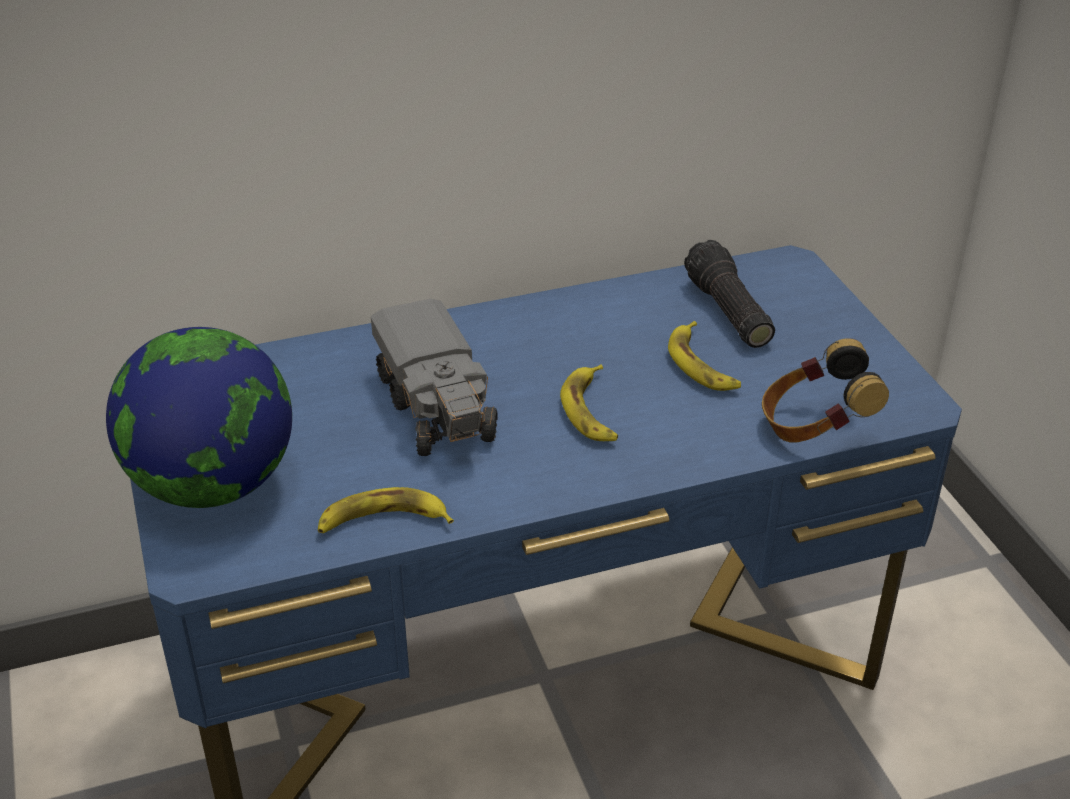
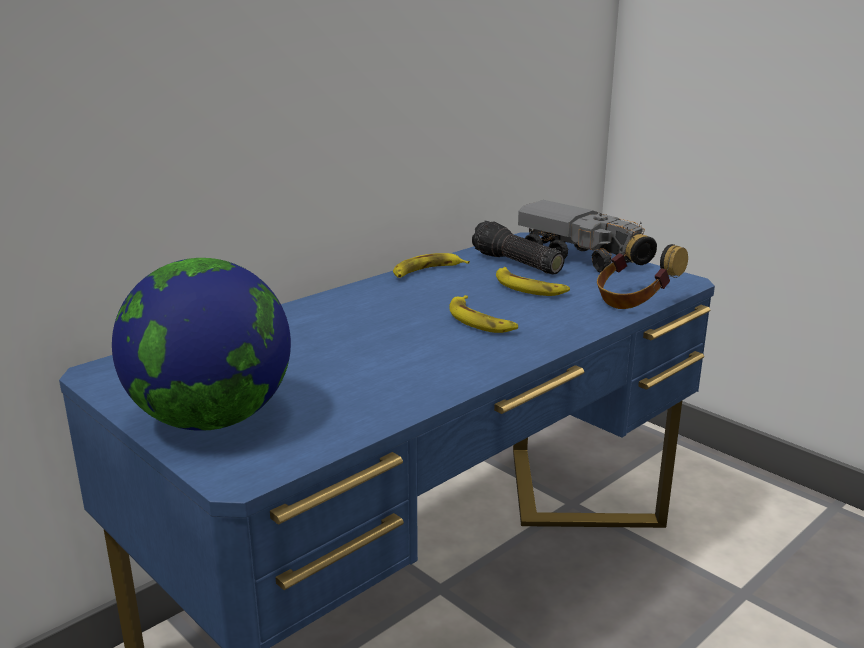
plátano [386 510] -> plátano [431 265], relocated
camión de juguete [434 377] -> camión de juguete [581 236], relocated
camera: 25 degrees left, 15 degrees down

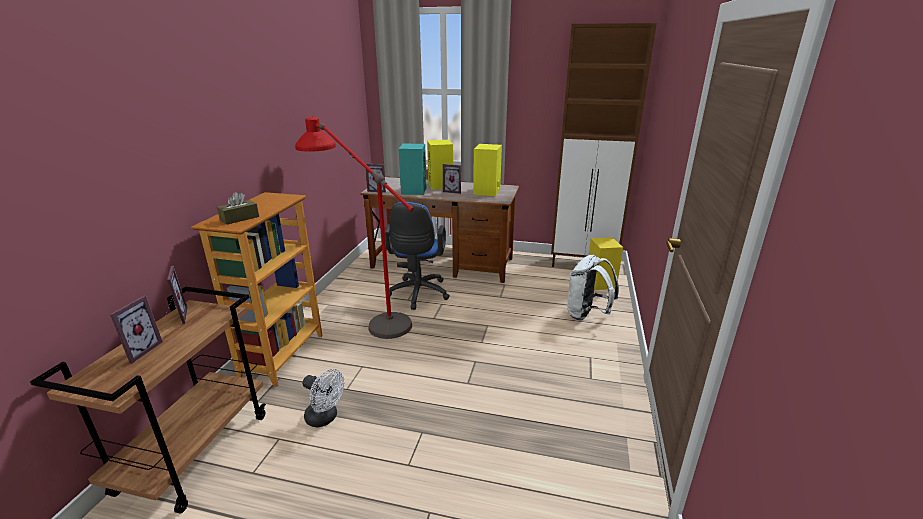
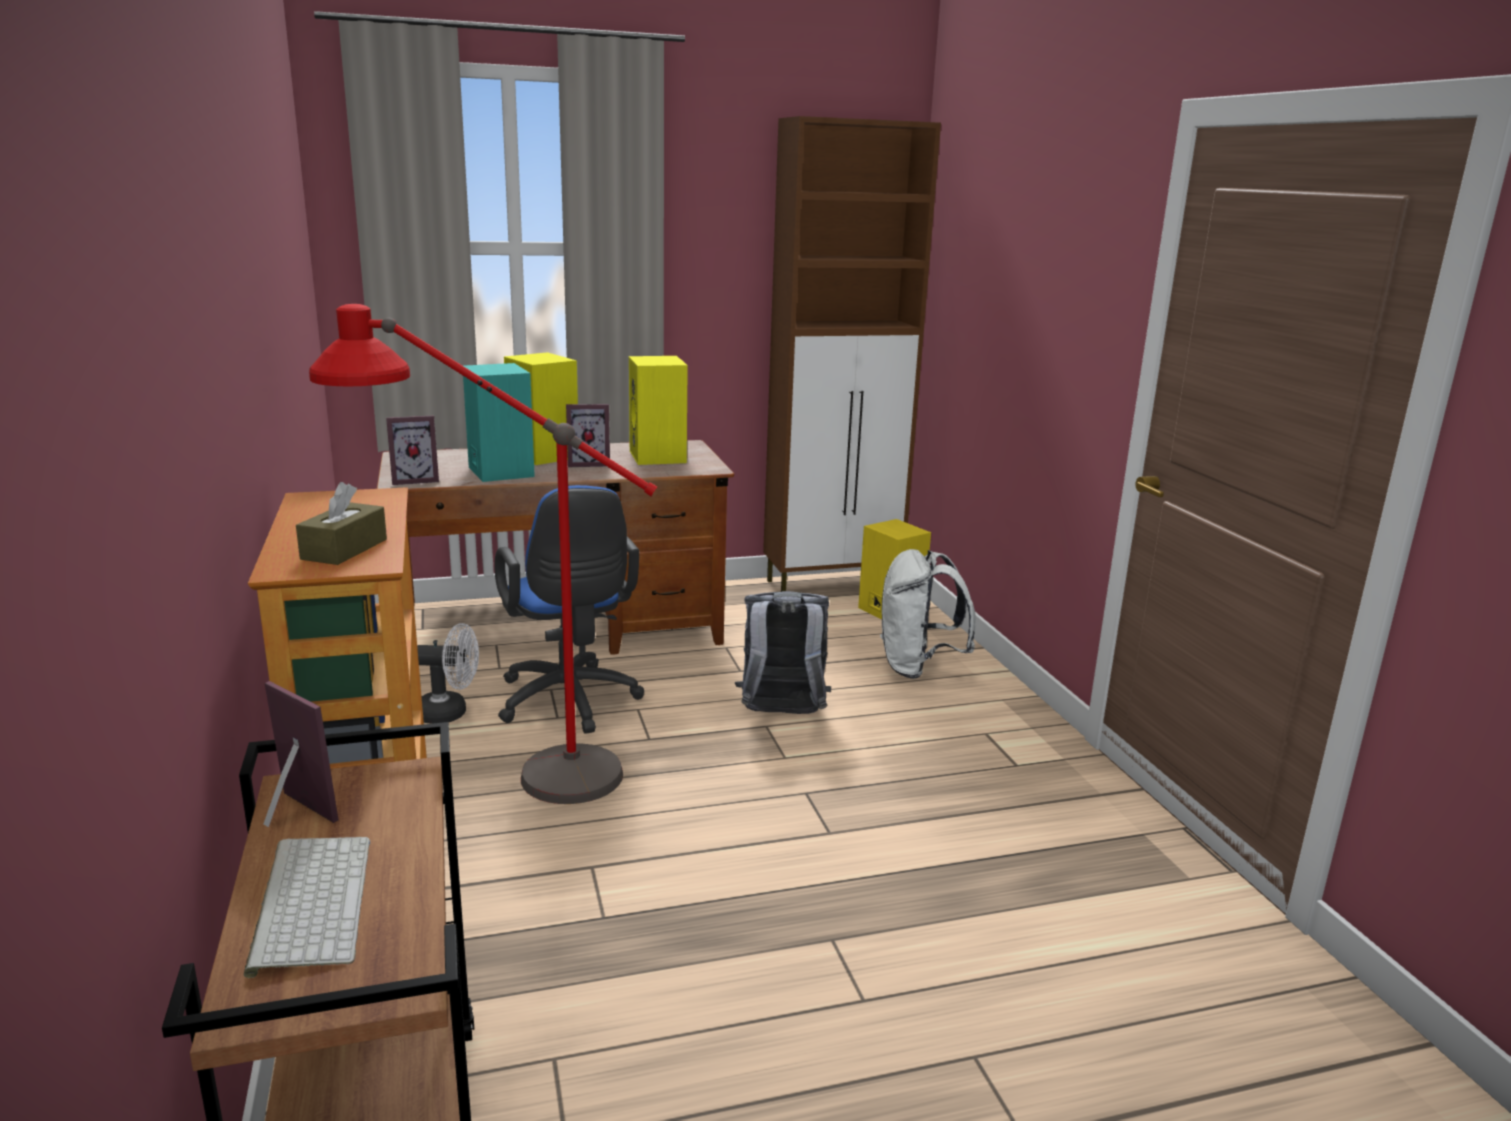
portarretratos [136 329] -> teclado [307 907]
ventilador [blanco] [323 398] -> ventilador [blanco] [448 673], relocated
none -> mochila [gris] [783 652]
camera: 30 degrees left, 5 degrees down

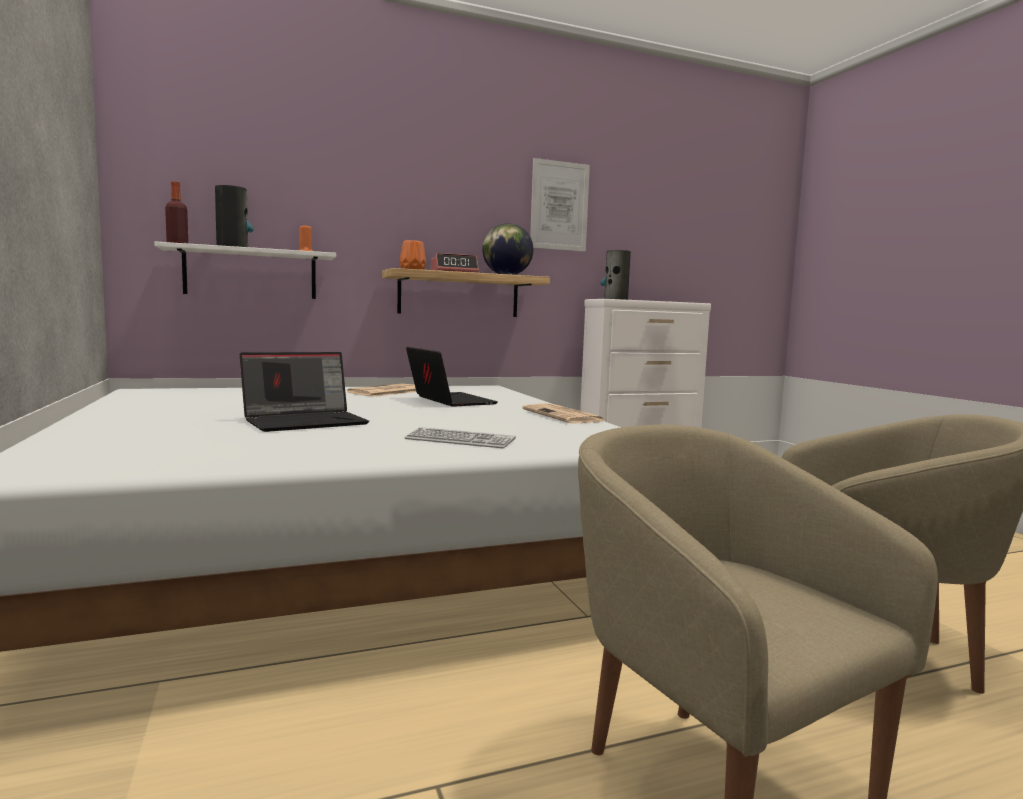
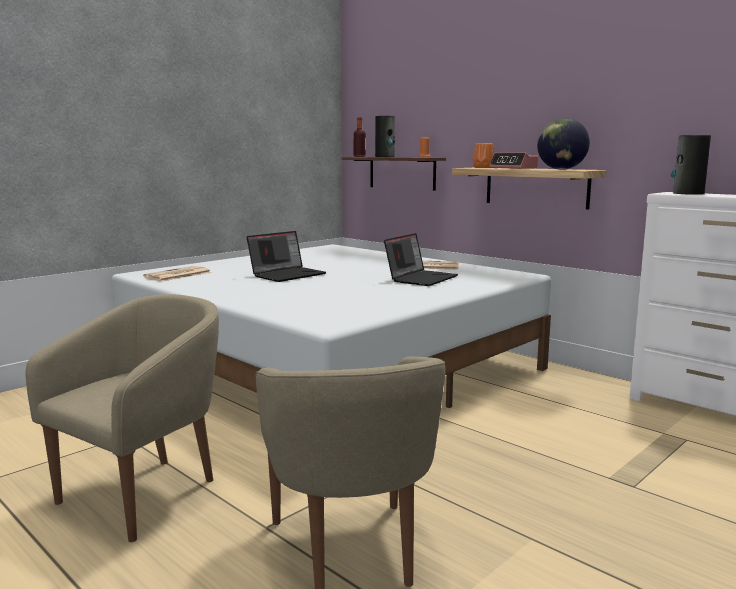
periódico [564 413] -> periódico [177 273], relocated
portátil [304 392] -> portátil [286 256], 75 degrees counterclockwise
estante [blanco] [245 270] -> estante [marrón] [394 174]
teclado [460 437] -> none
cuadro [560 205] -> none
camera: 65 degrees right, 5 degrees up

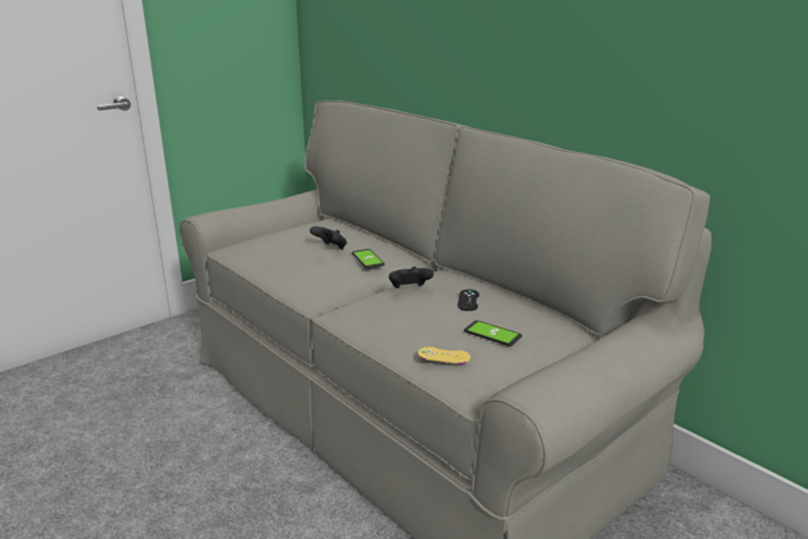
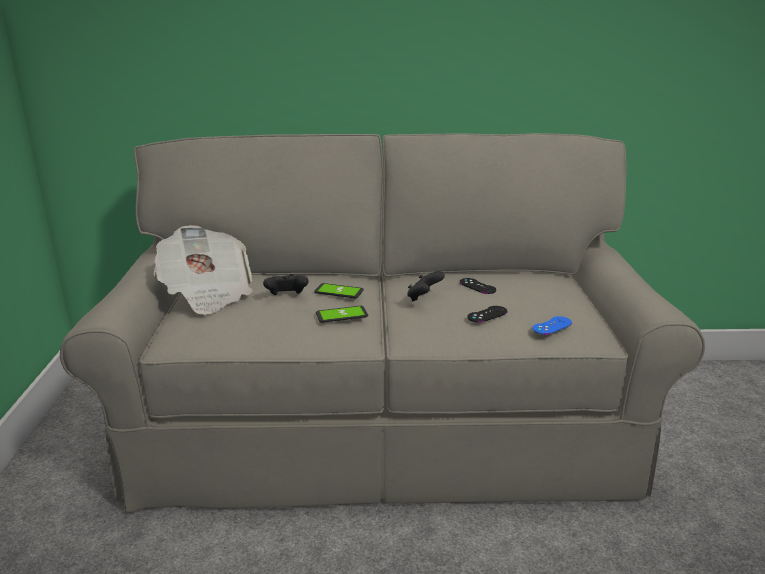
none -> periódico [203 270]
móvil [493 333] -> móvil [342 314], relocated
none -> mando de consola [negro] [487 314]
mando de consola [amarillo] [444 355] -> mando de consola [azul] [552 325]
camera: 50 degrees left, 0 degrees up

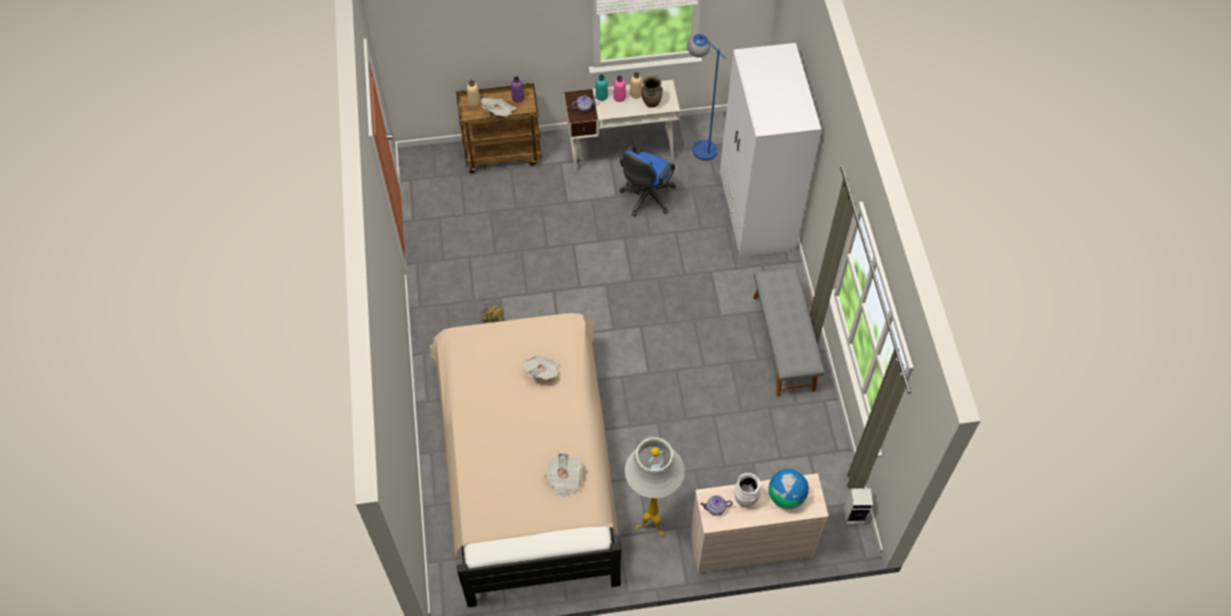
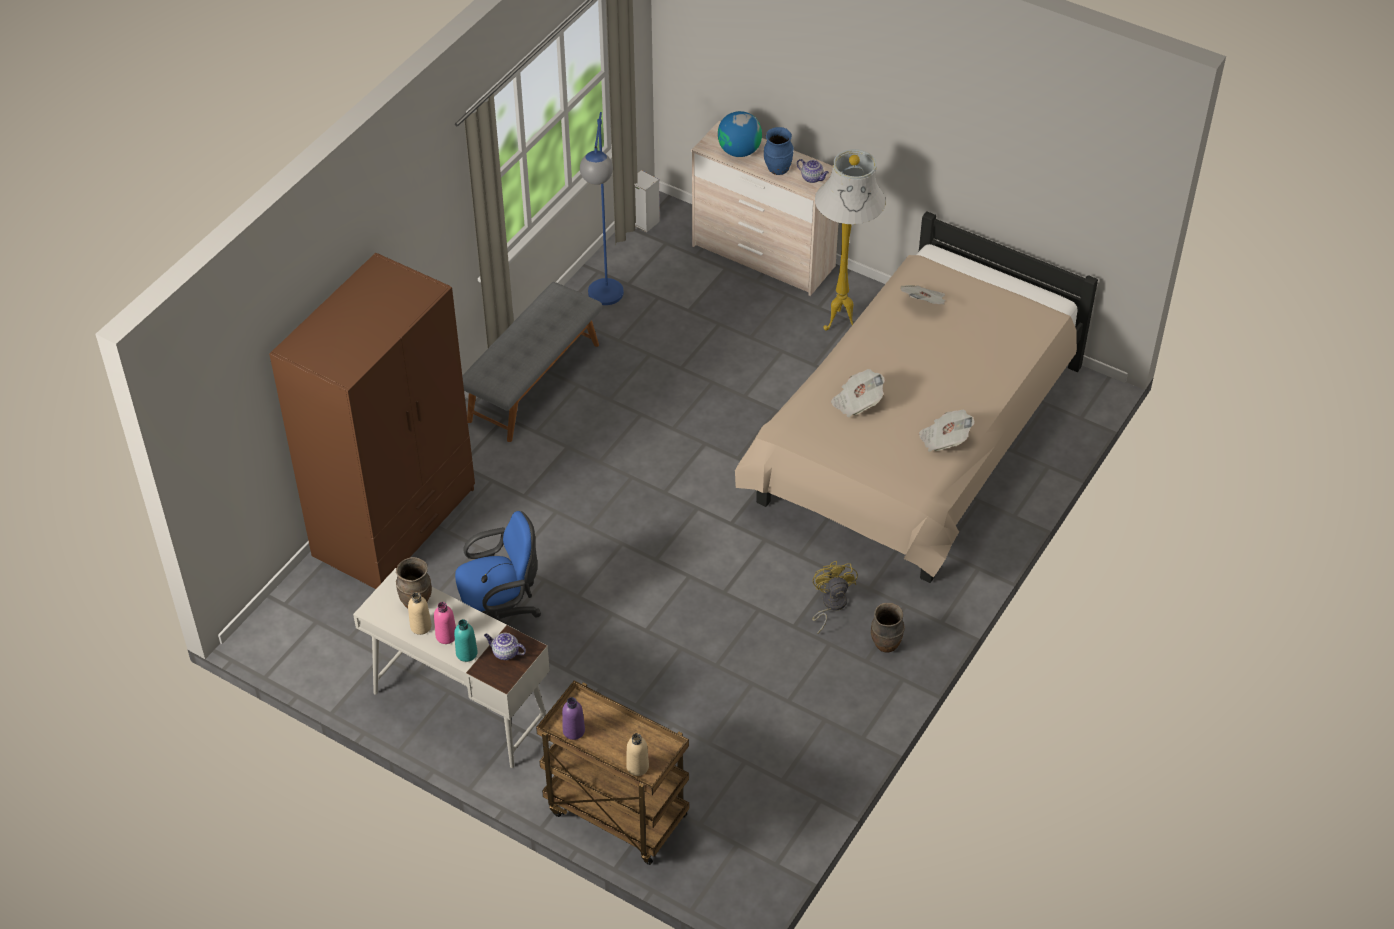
armario ropero [blanco] [770 150] -> armario ropero [marrón] [372 421]
lámpara de pie [azul] [706 97] -> lámpara de pie [azul] [602 208], relocated
florero [blanco] [747 490] -> florero [azul] [779 151]
none -> florero [marrón] [888 628]
periódico [498 107] -> periódico [947 431], relocated
camera: 140 degrees left, 10 degrees down

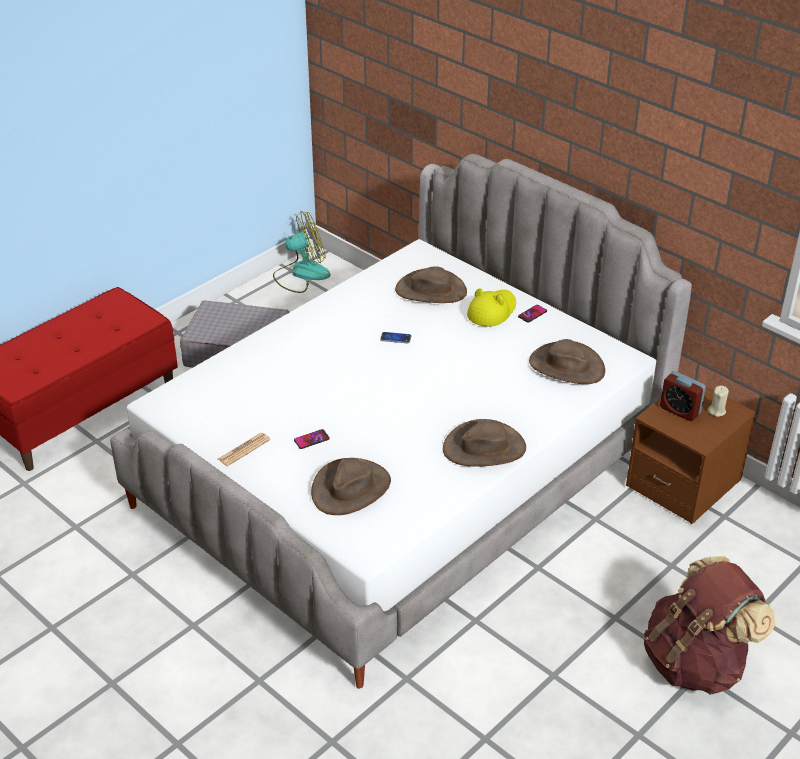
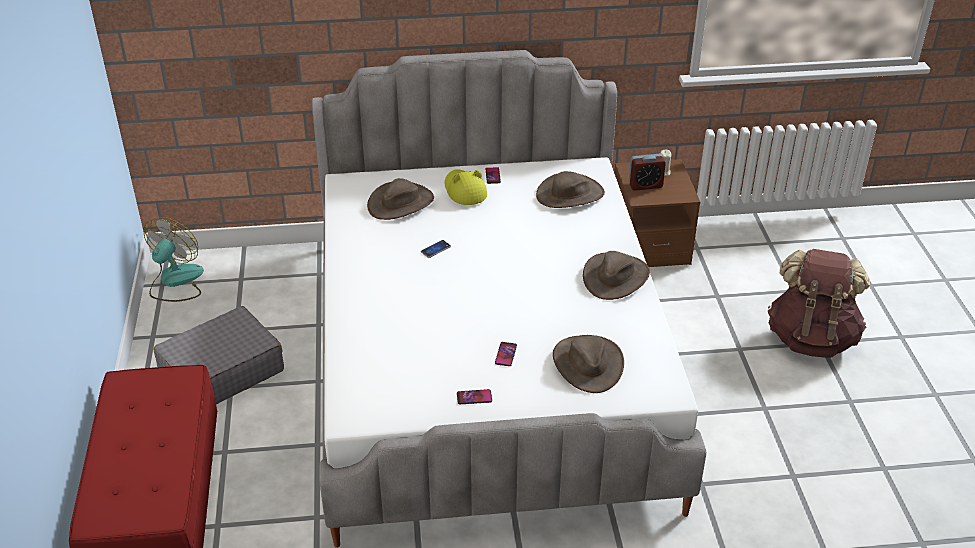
periódico [244 449] -> móvil [474 396]
camera: 50 degrees left, 0 degrees up

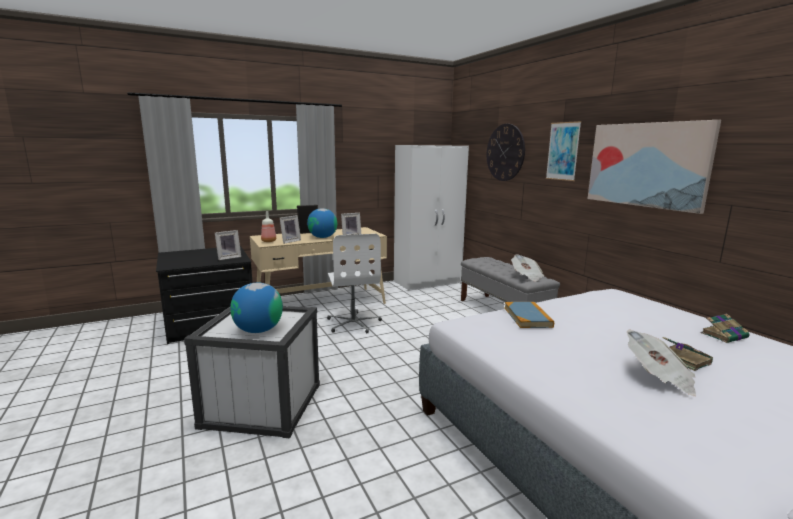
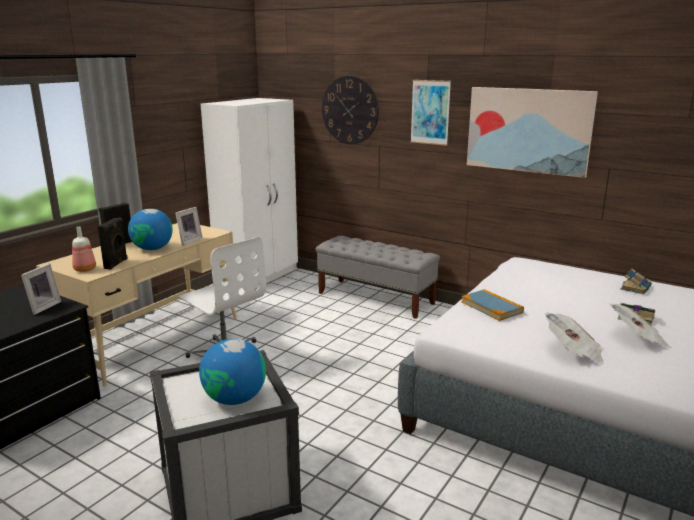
portarretratos [290 229] -> altavoz [negro] [112 244]
periódico [527 268] -> periódico [574 338], relocated
camera: 30 degrees left, 5 degrees up

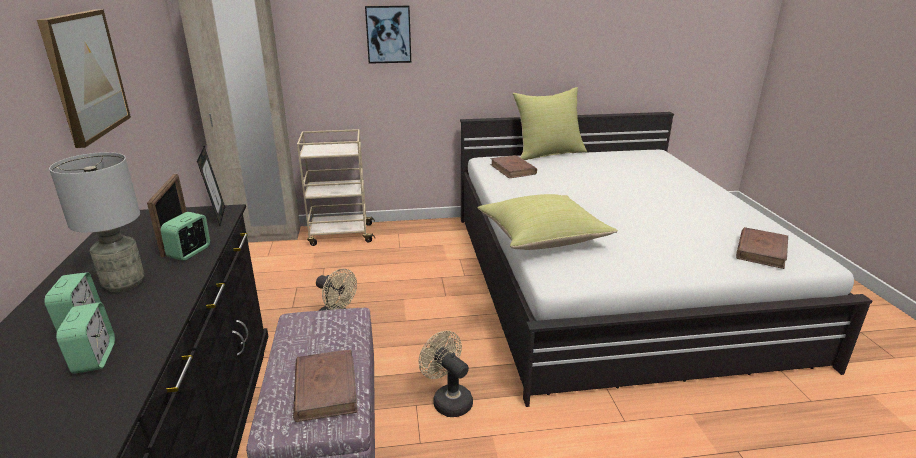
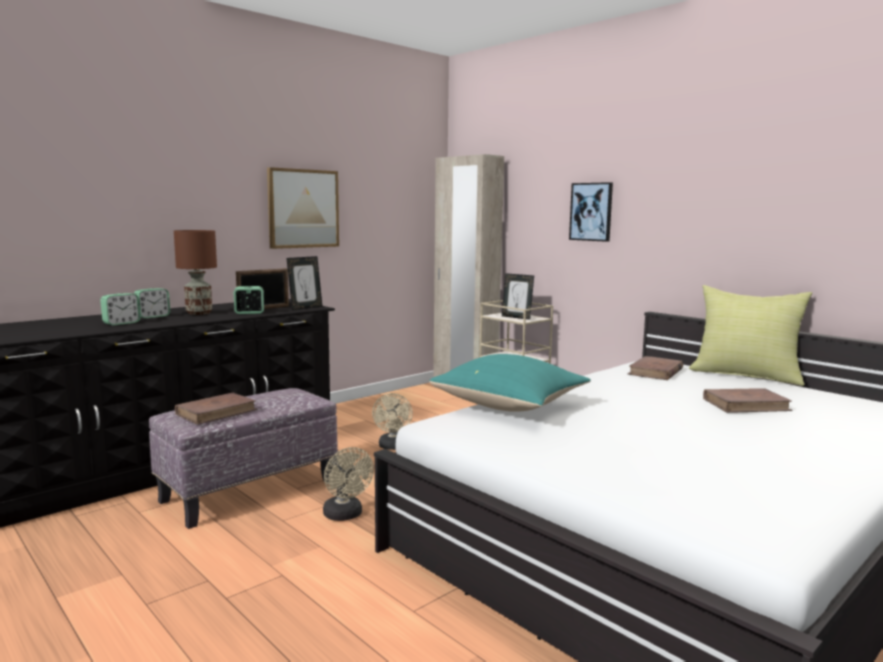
lámpara de mesa [gris] [96 222] -> lámpara de mesa [marrón] [195 272]
ventilador [beis] [446 374] -> ventilador [beis] [348 484], 135 degrees clockwise
cojín [amarillo] [548 222] -> cojín [turquesa] [510 383]
none -> portarretratos [518 296]
libro [marrón] [762 248] -> libro [marrón] [748 400], relocated
camera: 55 degrees right, 15 degrees down

